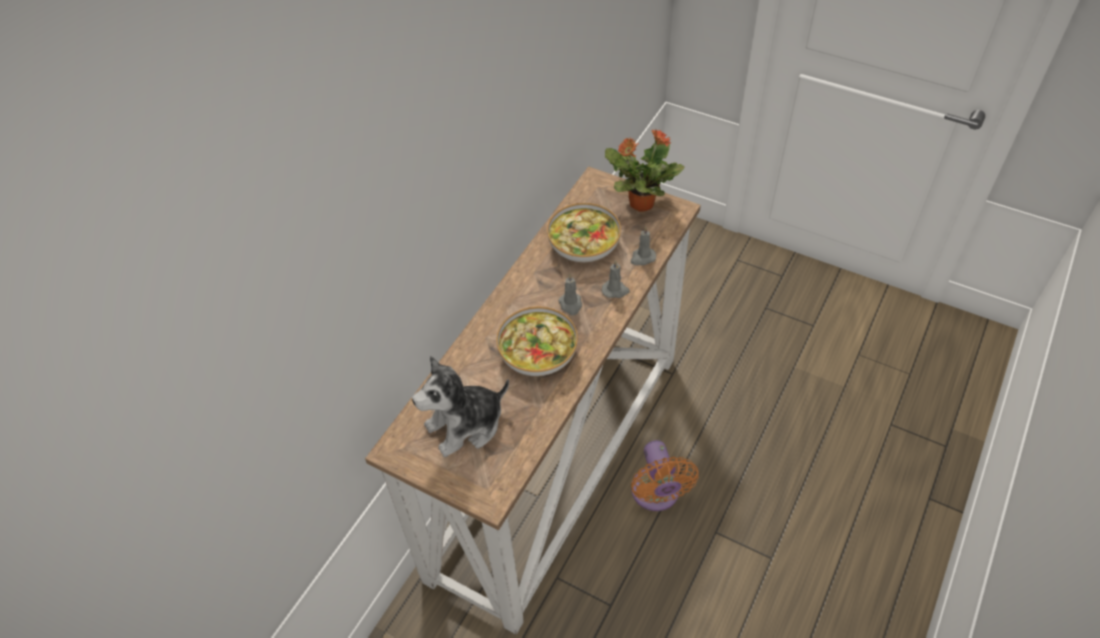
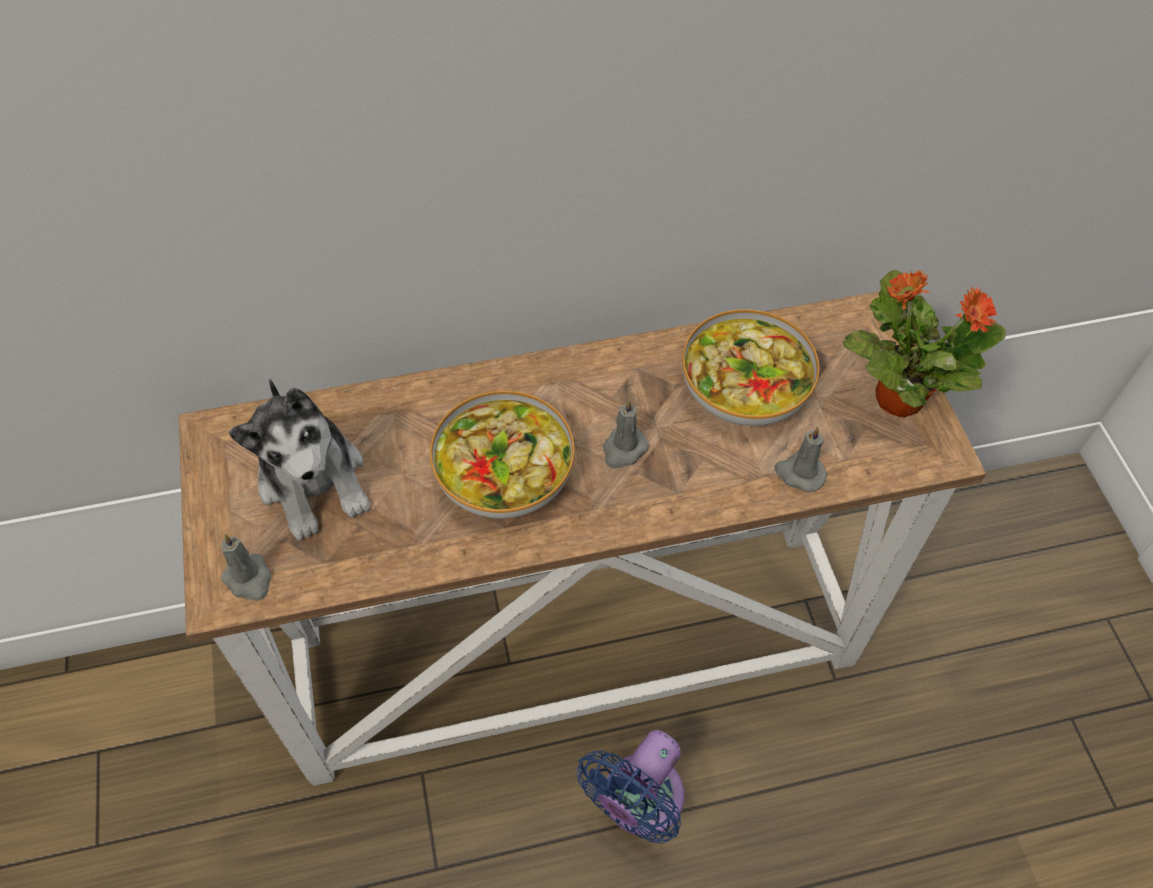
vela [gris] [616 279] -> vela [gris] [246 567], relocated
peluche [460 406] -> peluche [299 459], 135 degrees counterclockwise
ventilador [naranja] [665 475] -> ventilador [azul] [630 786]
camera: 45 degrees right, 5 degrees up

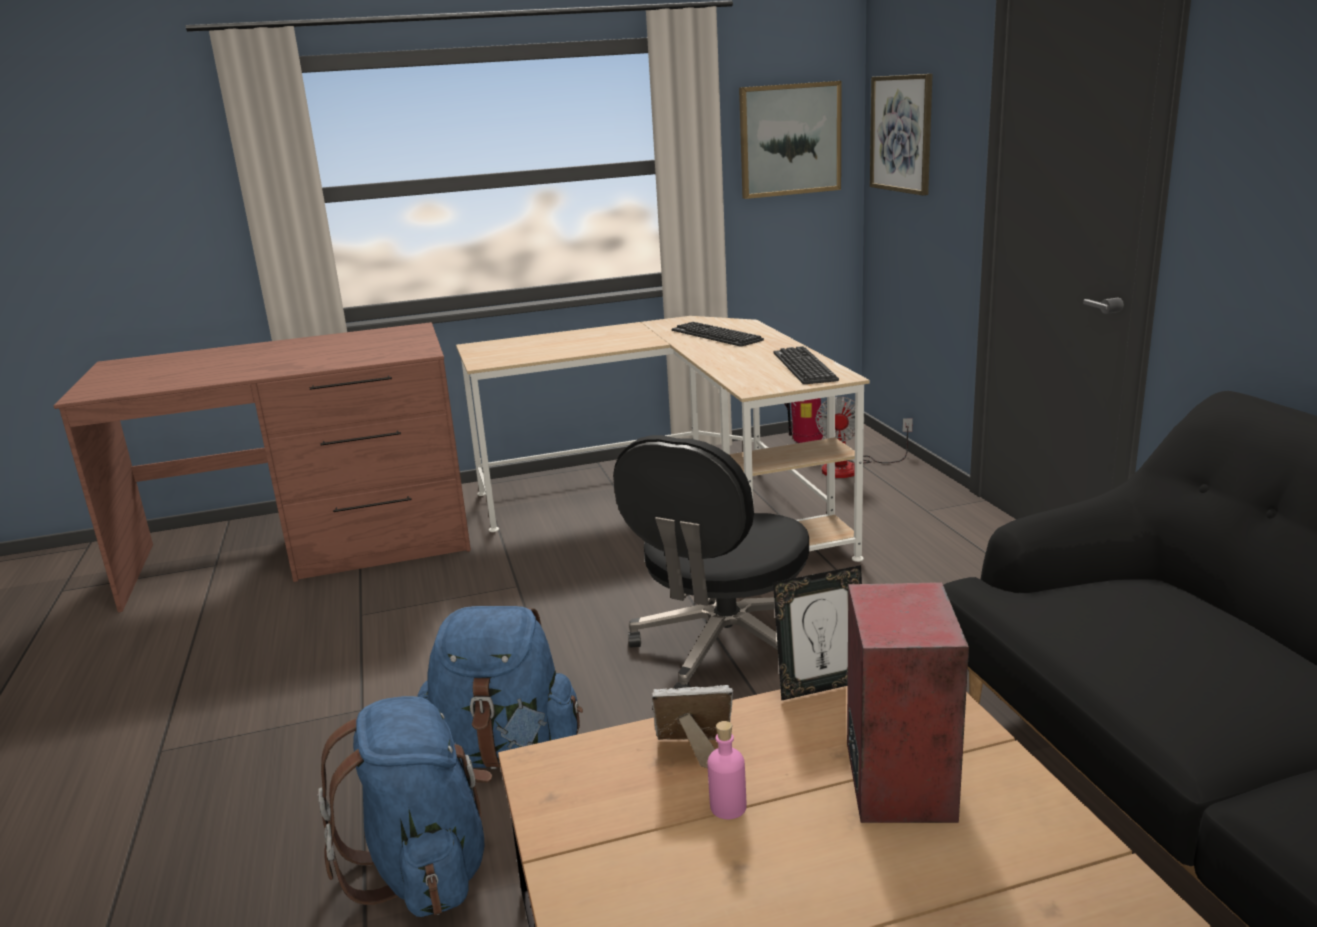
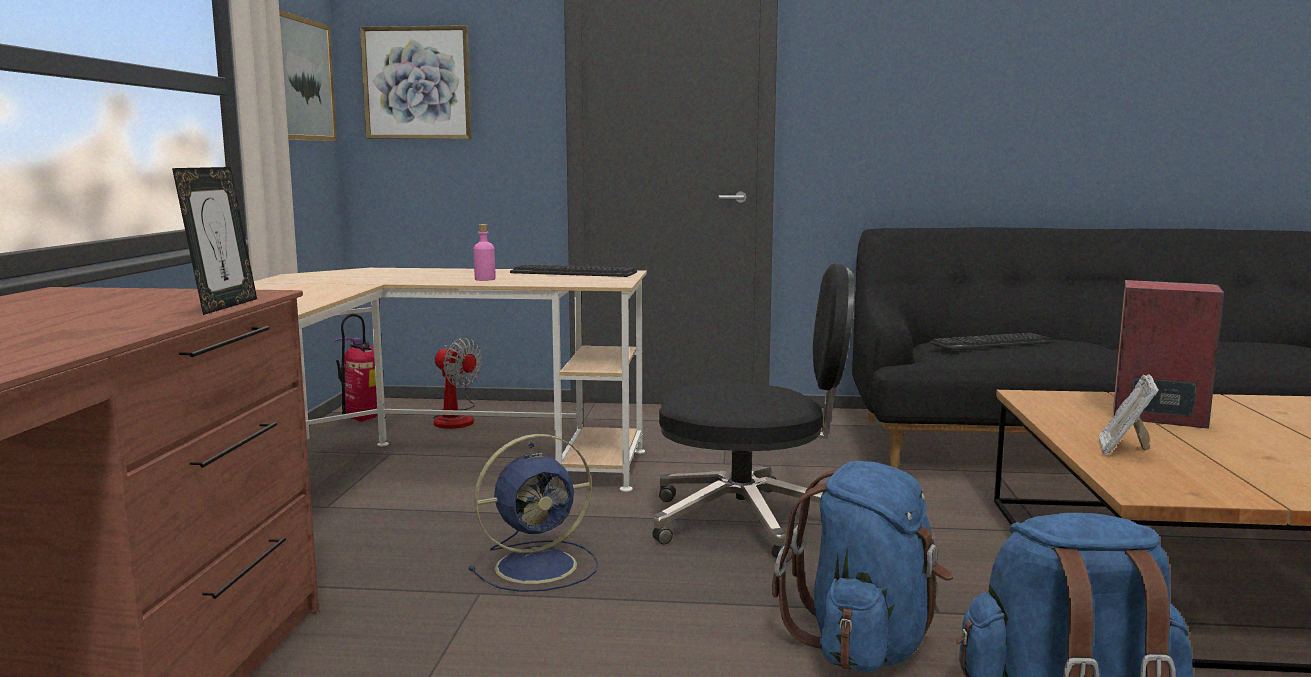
portarretratos [817 633] -> portarretratos [214 241], relocated
none -> ventilador [azul] [533 513]
botella [rosa] [726 770] -> botella [rosa] [485 252], relocated
silla de oficina [negro] [711 562] -> silla de oficina [negro] [753 413], 45 degrees counterclockwise
teclado [718 334] -> teclado [991 341], relocated
camera: 70 degrees left, 10 degrees down

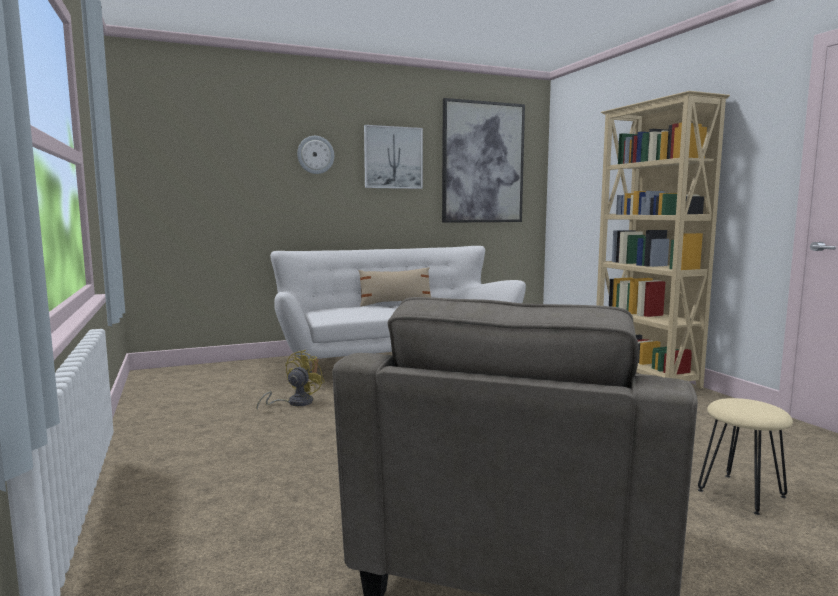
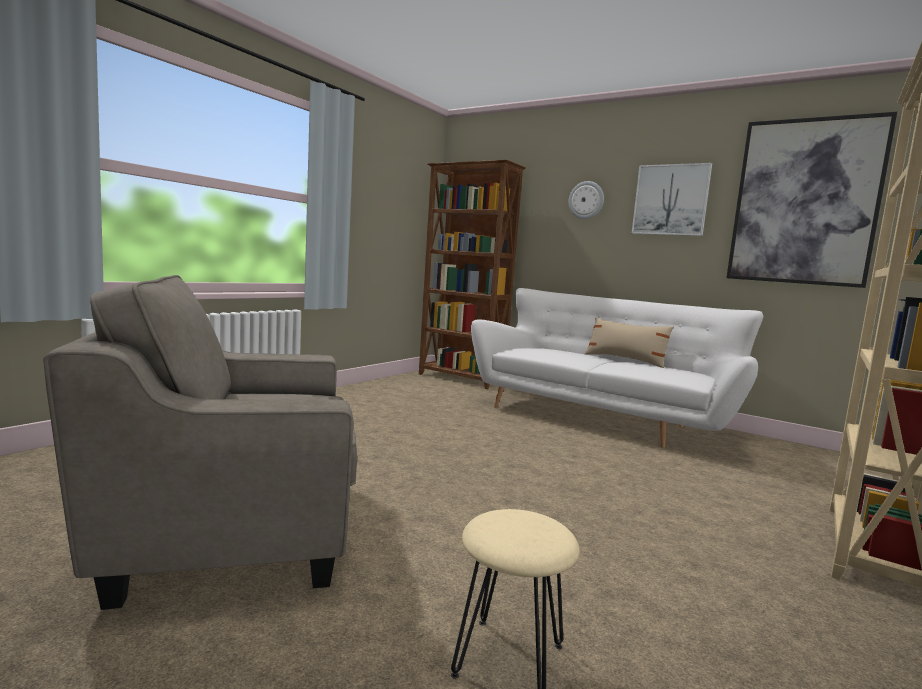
none -> estantería [marrón] [472 274]
ventilador [amarillo] [290 380] -> none
camera: 55 degrees right, 0 degrees up

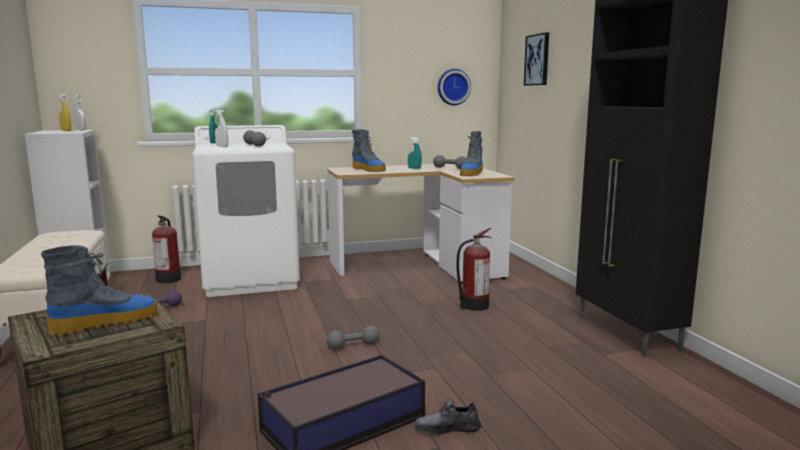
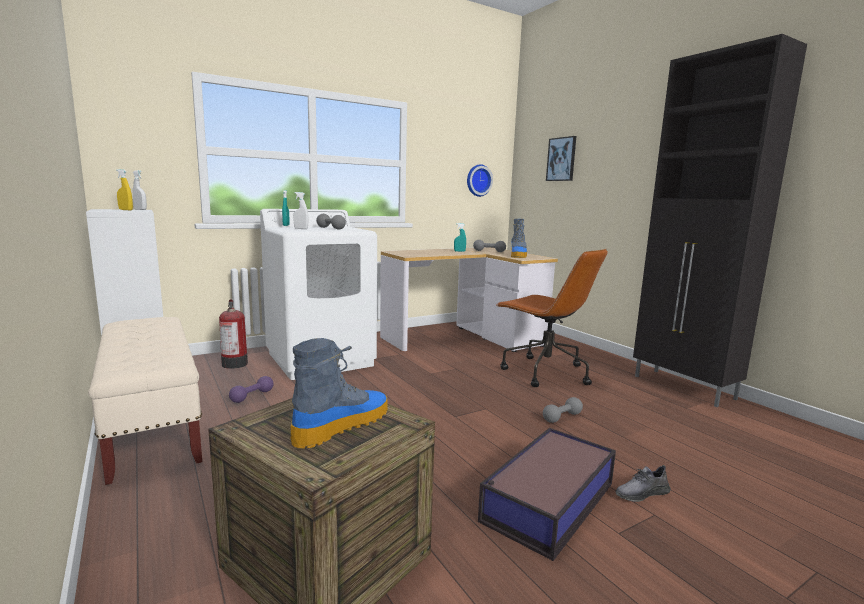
extintor [474 269] -> silla de oficina [marrón] [552 318]
mancuerna [gris] [353 338] -> mancuerna [gris] [563 410], relocated
bota [369 150] -> none
camera: 15 degrees left, 0 degrees up

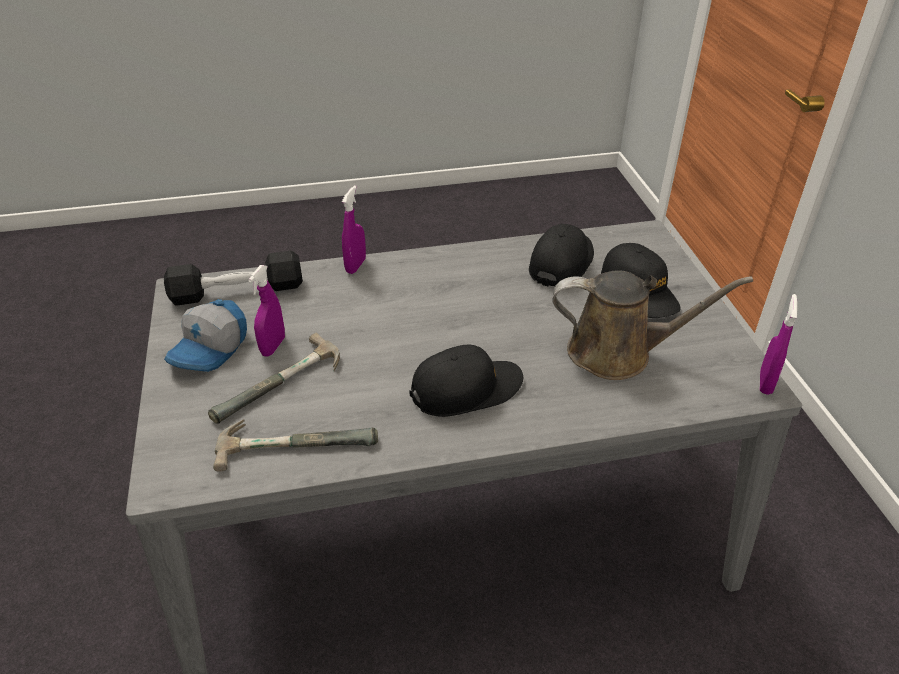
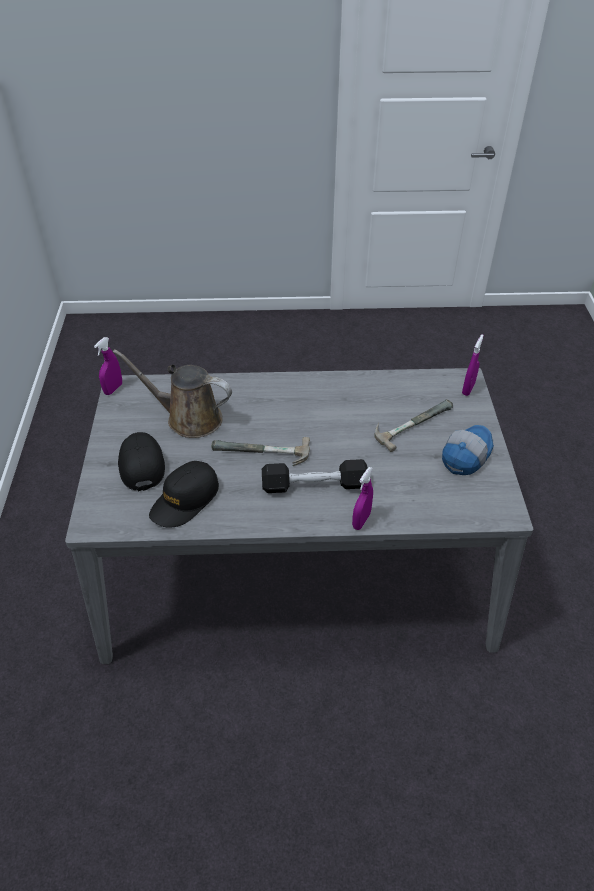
martillo [295 445] -> martillo [260 451], relocated
mancuerna [negro] [233 278] -> mancuerna [negro] [315 476], relocated
pulverizador [morado] [266 310] -> pulverizador [morado] [473 365], relocated
gorra [negro] [466 380] -> none
camera: 170 degrees left, 5 degrees up

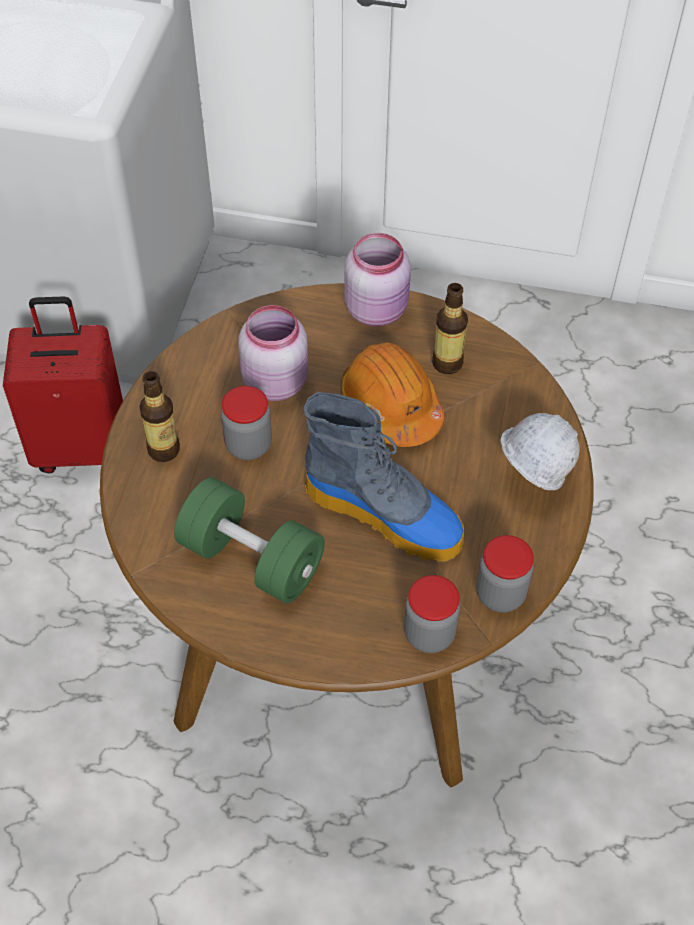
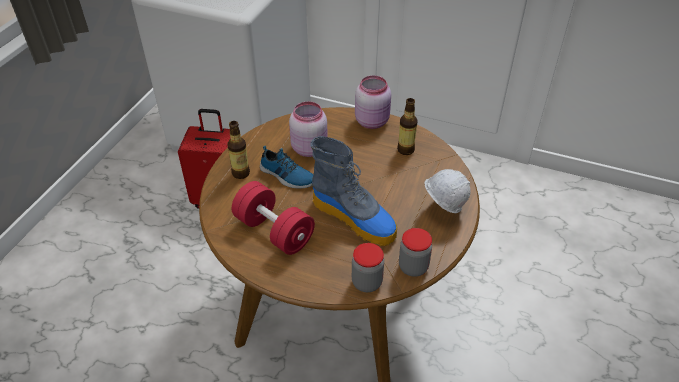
mancuerna [verde] [249 540] -> mancuerna [rojo] [273 218]
tarro [246 423] -> zapato [286 167]
casco [naranja] [392 395] -> none
camera: 10 degrees right, 10 degrees down

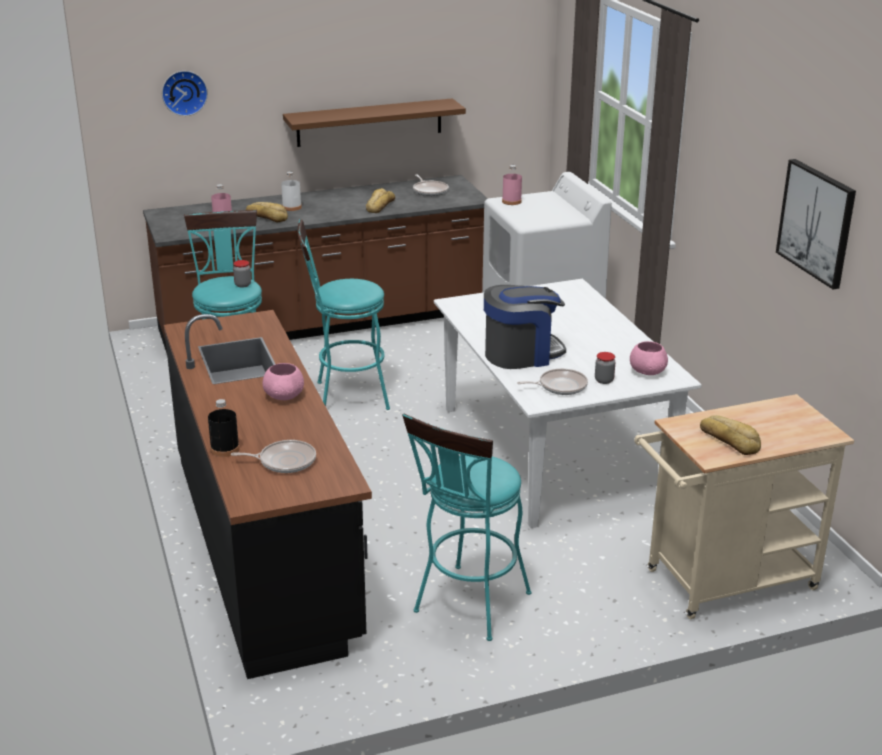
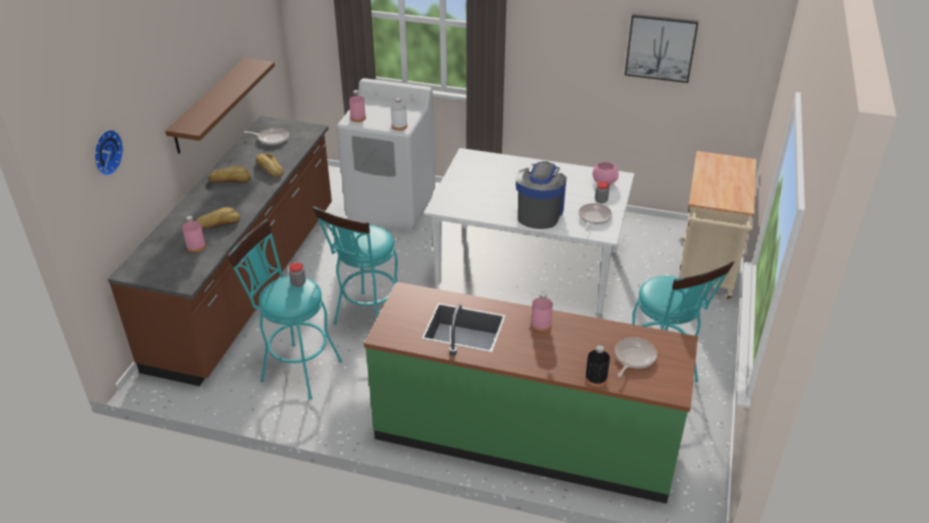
pan [730 435] -> pan [229 174], relocated
mueble bajo de cocina [negro] [268 494] -> mueble bajo de cocina [verde] [531 393]
botella [blanco] [291 191] -> botella [blanco] [399 114], relocated
cuenco [rosa] [283 381] -> botella [rosa] [542 312]
camera: 55 degrees left, 10 degrees up

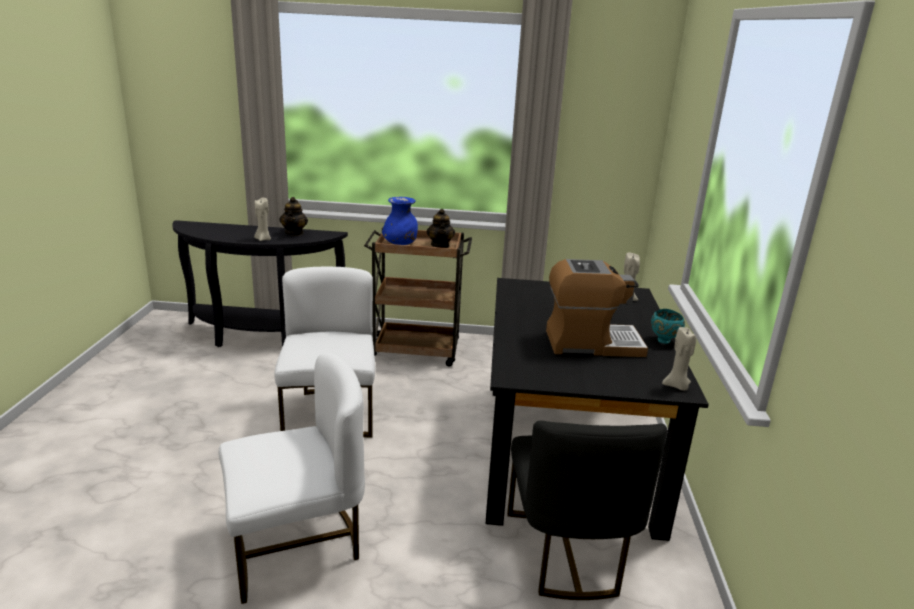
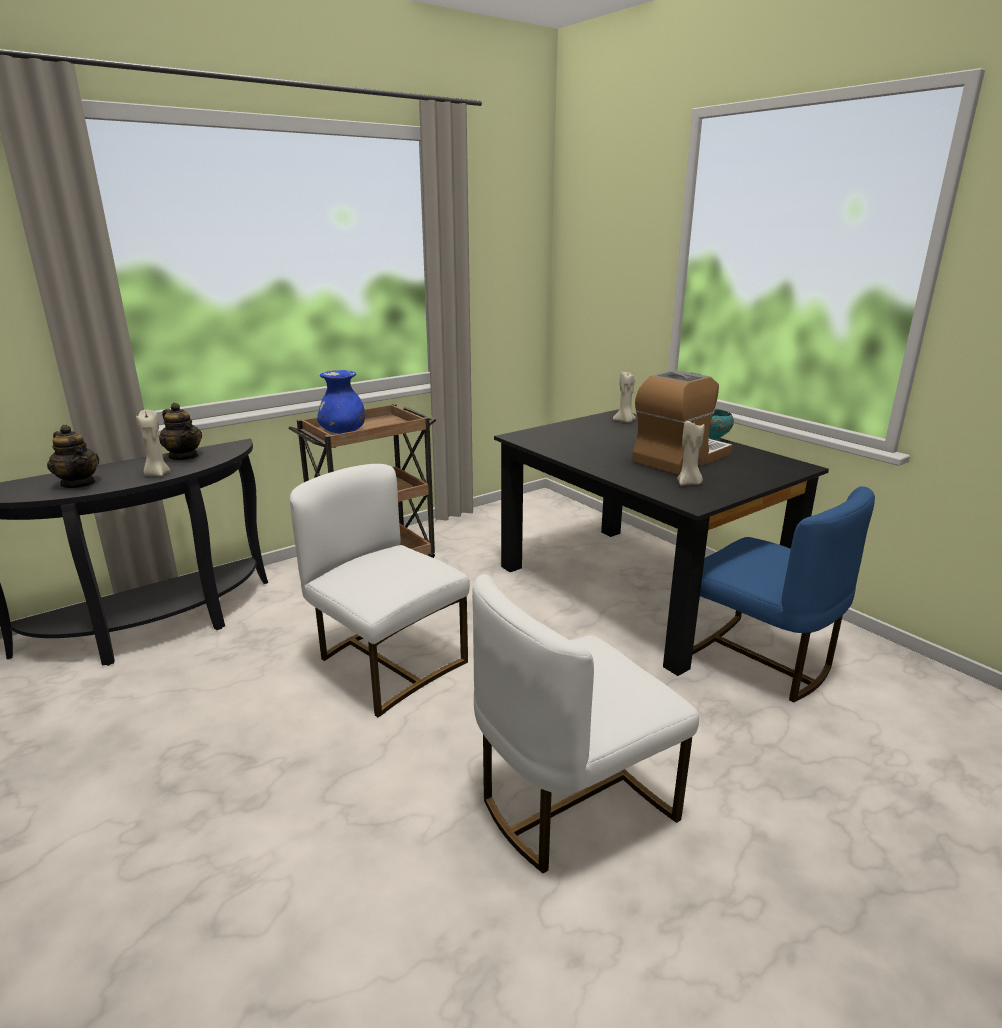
tetera [441 228] -> tetera [73 456], relocated
silla [blanco] [292 478] -> silla [blanco] [585 724], 150 degrees counterclockwise
vela [beis] [679 359] -> vela [beis] [691 453], relocated
silla [negro] [587 510] -> silla [azul] [783 594]
camera: 40 degrees left, 0 degrees up

